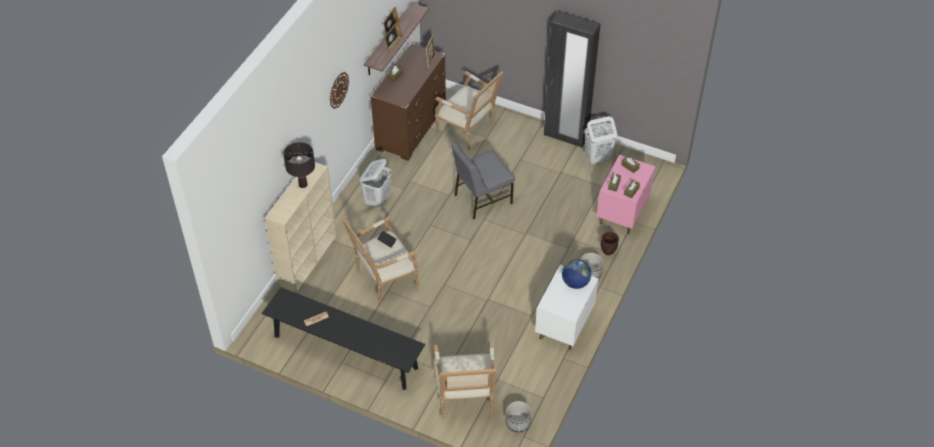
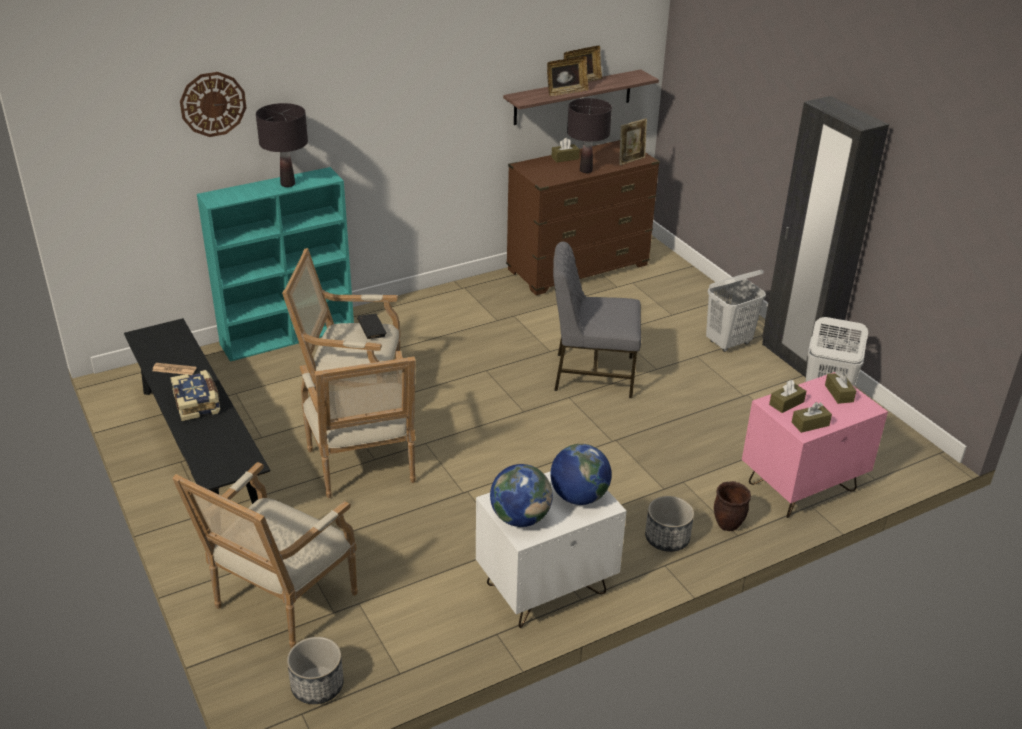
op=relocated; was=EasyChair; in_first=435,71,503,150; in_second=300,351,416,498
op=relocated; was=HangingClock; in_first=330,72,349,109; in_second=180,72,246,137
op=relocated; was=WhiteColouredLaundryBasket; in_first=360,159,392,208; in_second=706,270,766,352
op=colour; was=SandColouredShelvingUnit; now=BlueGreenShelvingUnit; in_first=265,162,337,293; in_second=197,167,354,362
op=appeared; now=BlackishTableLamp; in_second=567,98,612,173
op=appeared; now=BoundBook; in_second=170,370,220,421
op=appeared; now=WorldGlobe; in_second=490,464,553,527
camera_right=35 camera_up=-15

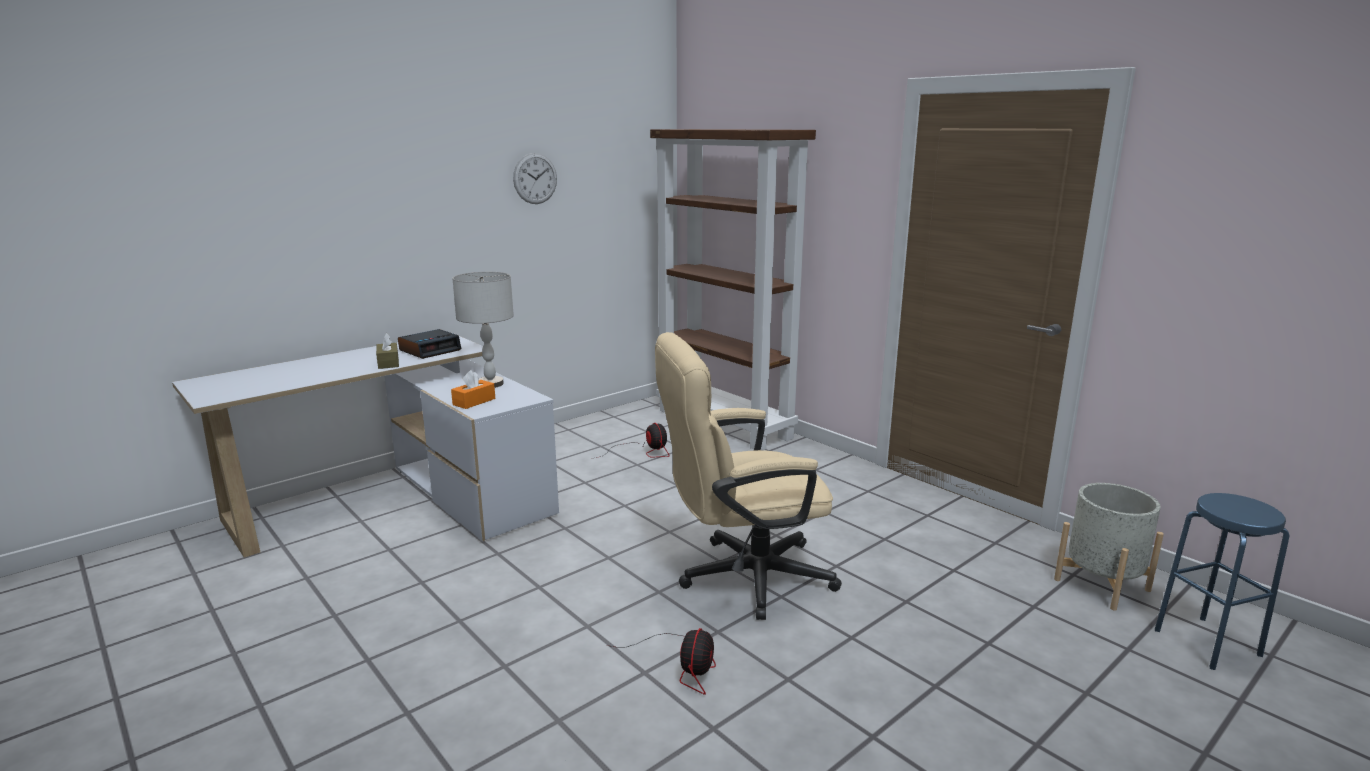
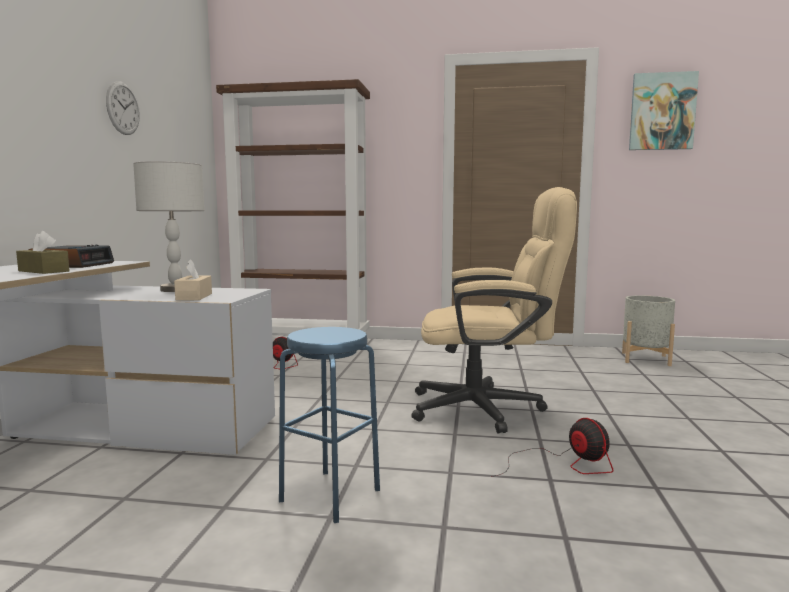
op=spun; was=SandColouredDeskChair; in_first=655,332,842,620; in_second=411,187,577,434; clockwise=-120
op=colour; was=OrangeColouredTissueBox; now=SandColouredTissueBox; in_first=451,370,495,409; in_second=174,259,212,301
op=relocated; was=BluishSittingStool; in_first=1155,493,1289,670; in_second=279,327,380,523
op=appeared; now=Picture; in_second=629,71,699,150
camera_right=-40 camera_up=-10

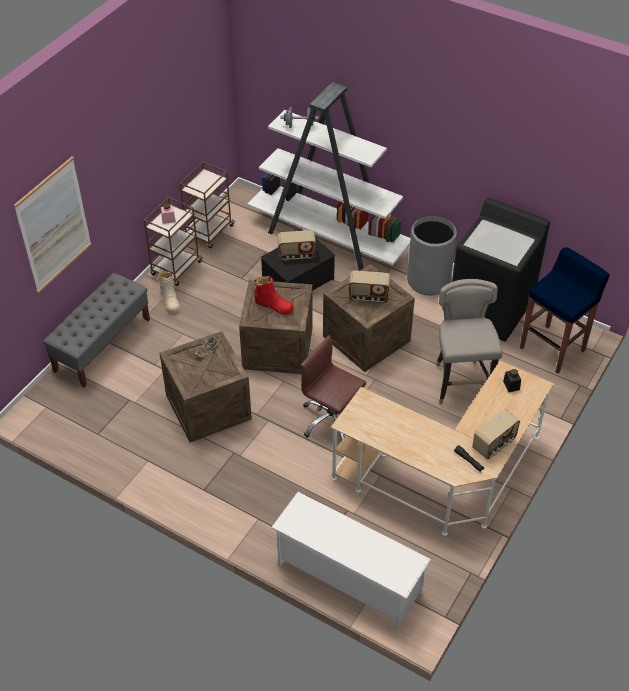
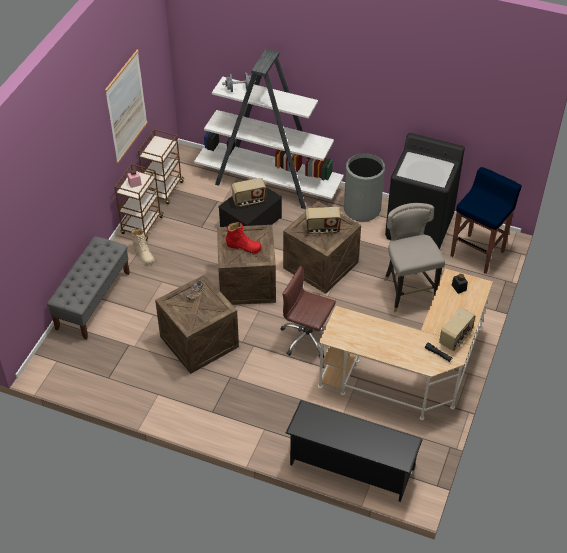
op=relocated; was=Picture; in_first=14,156,92,293; in_second=105,50,148,164
op=colour; was=WhiteColouredShoeStand; now=BlackishShoeStand; in_first=271,492,431,629; in_second=286,400,423,502
camera_right=-10 camera_up=0

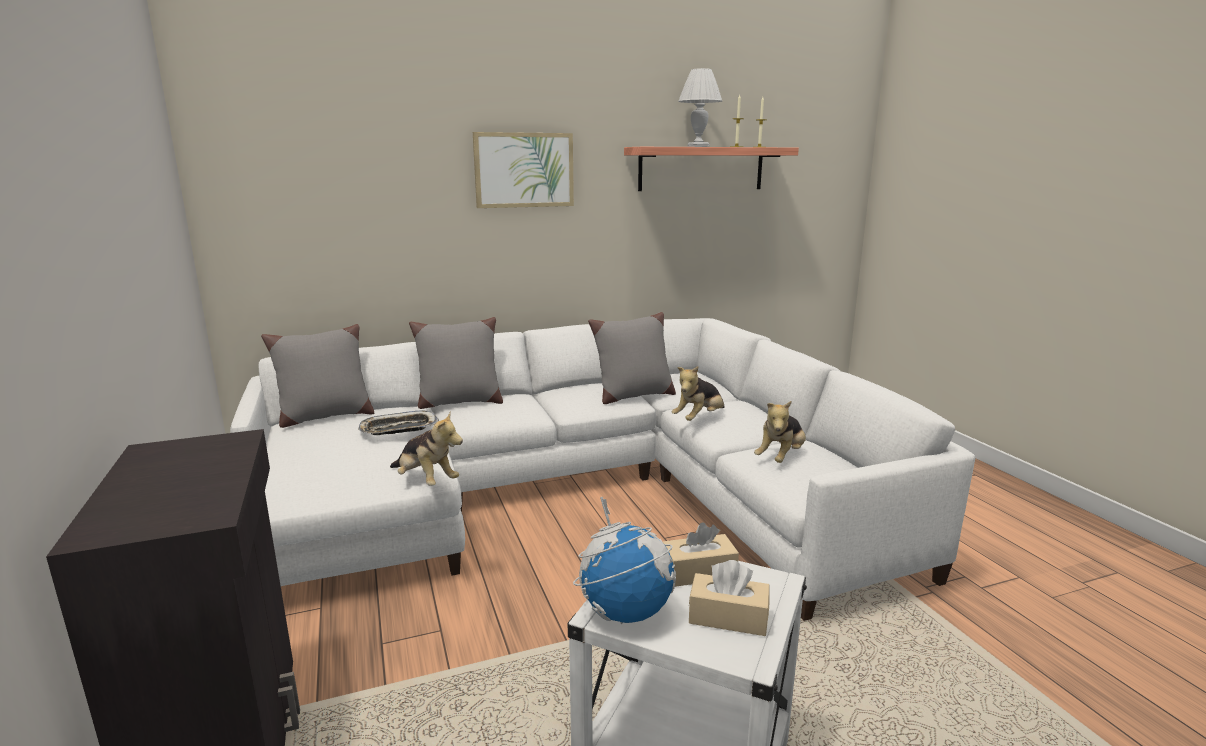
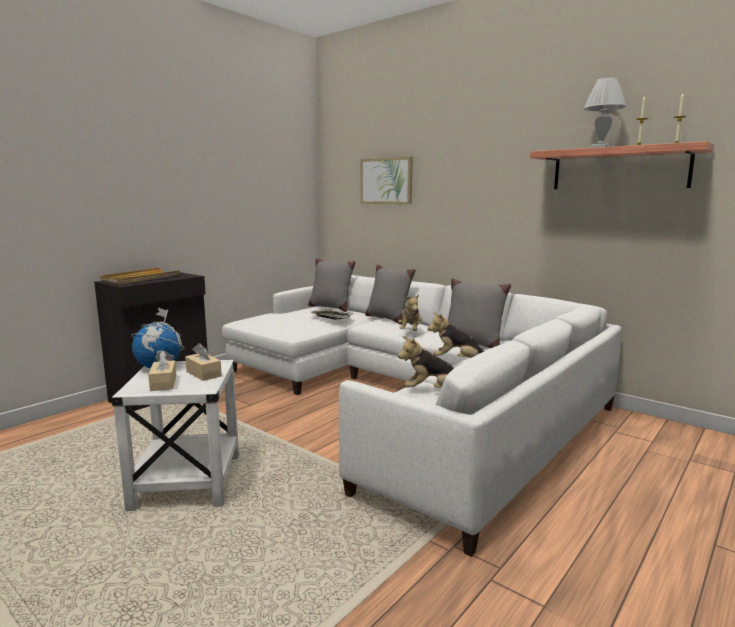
op=relocated; was=Picture; in_first=473,132,574,208; in_second=361,156,413,204
op=relocated; was=PlushToy; in_first=390,411,463,486; in_second=398,294,422,331
op=appeared; now=SandColouredTray; in_second=100,268,180,284
camera_right=60 camera_up=-5

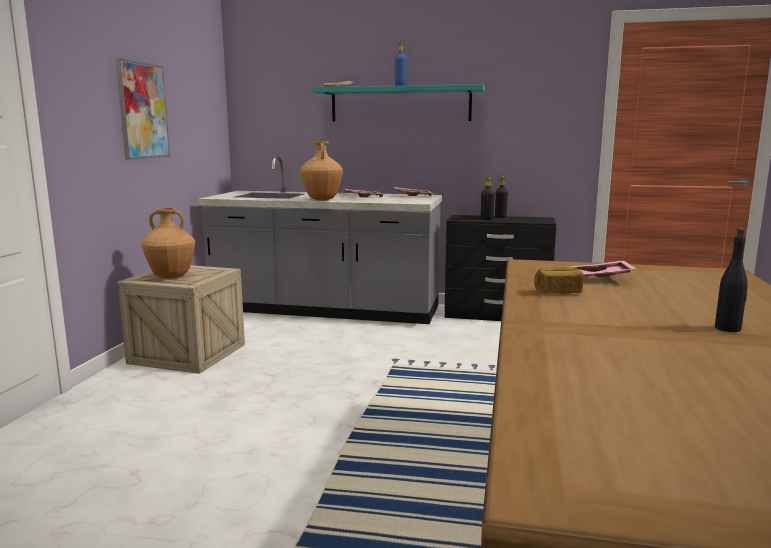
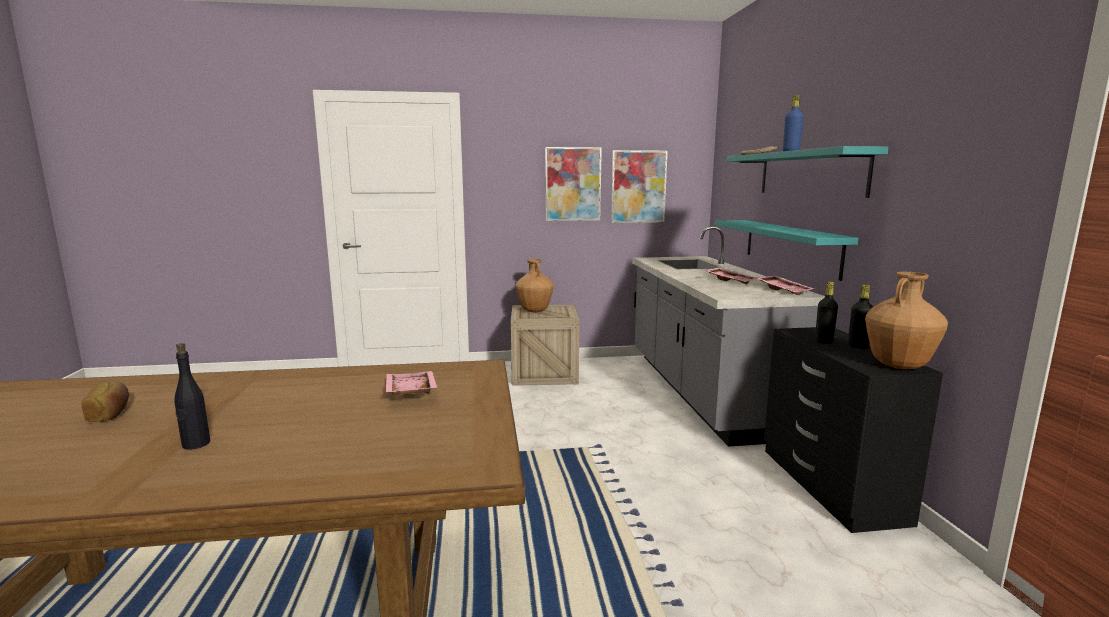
op=relocated; was=BrownishDecorativeVase; in_first=300,141,343,200; in_second=865,272,948,369
op=relocated; was=Bread; in_first=534,267,584,294; in_second=81,381,129,422
op=appeared; now=Picture; in_second=611,150,668,223
op=appeared; now=BlueGreenWallShelf; in_second=715,220,858,281
camera_right=70 camera_up=0

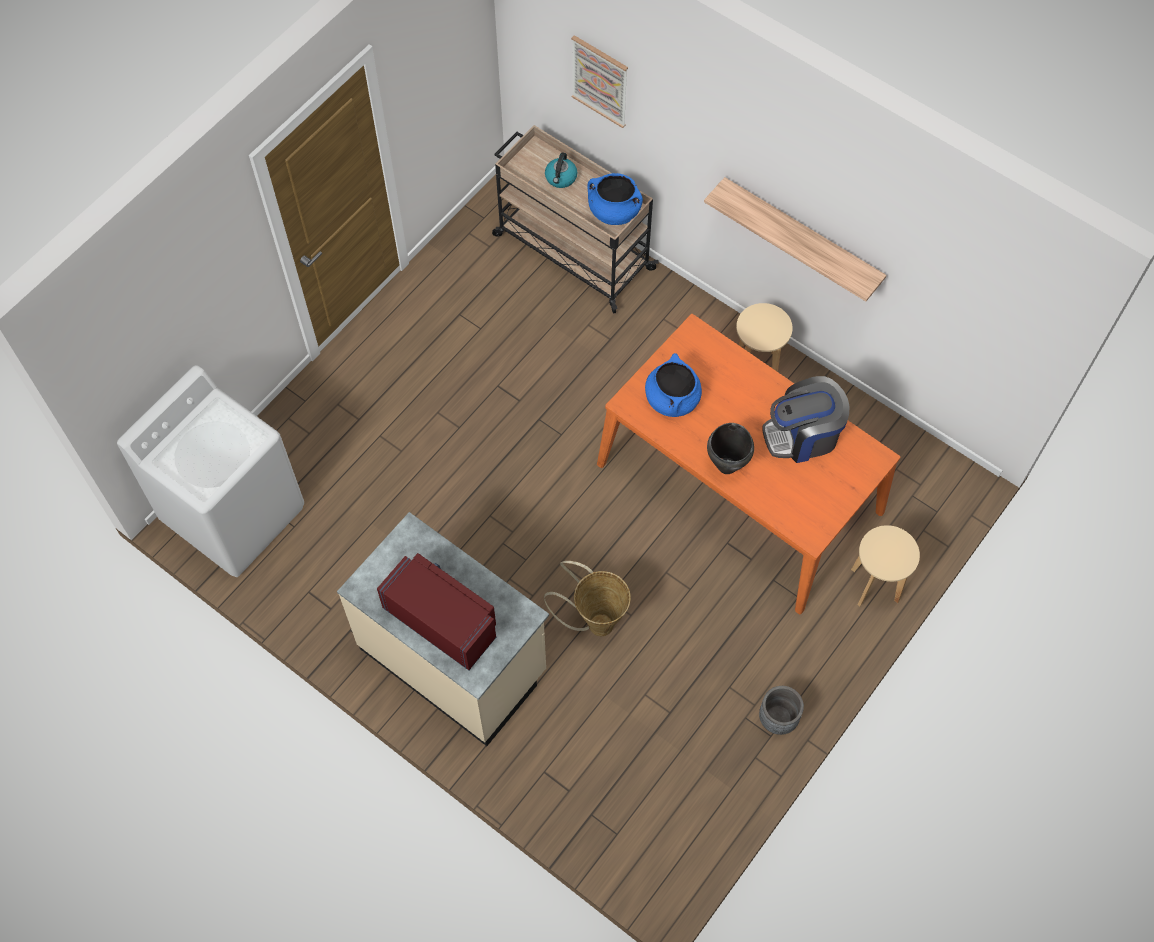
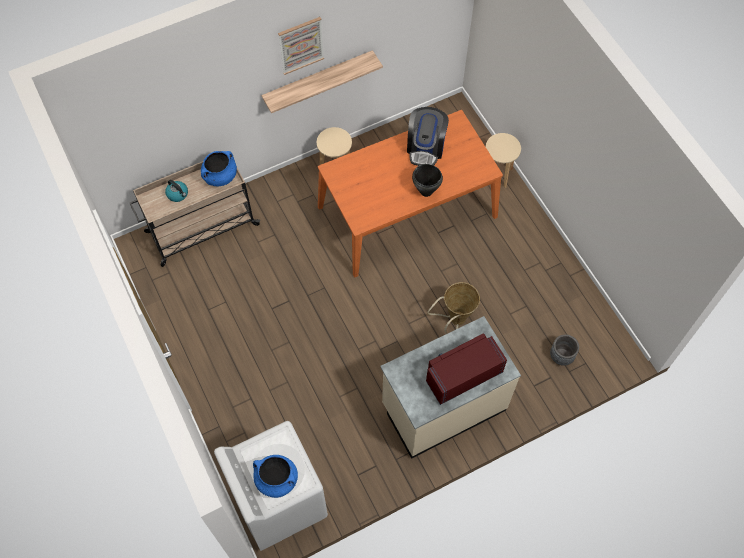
op=relocated; was=Picture; in_first=571,35,628,128; in_second=278,17,324,75
op=relocated; was=BluishCookingPot; in_first=645,353,702,417; in_second=253,455,298,498
op=relocated; was=GrayPlantPot; in_first=759,686,804,735; in_second=550,334,579,366
camera_right=-65 camera_up=0

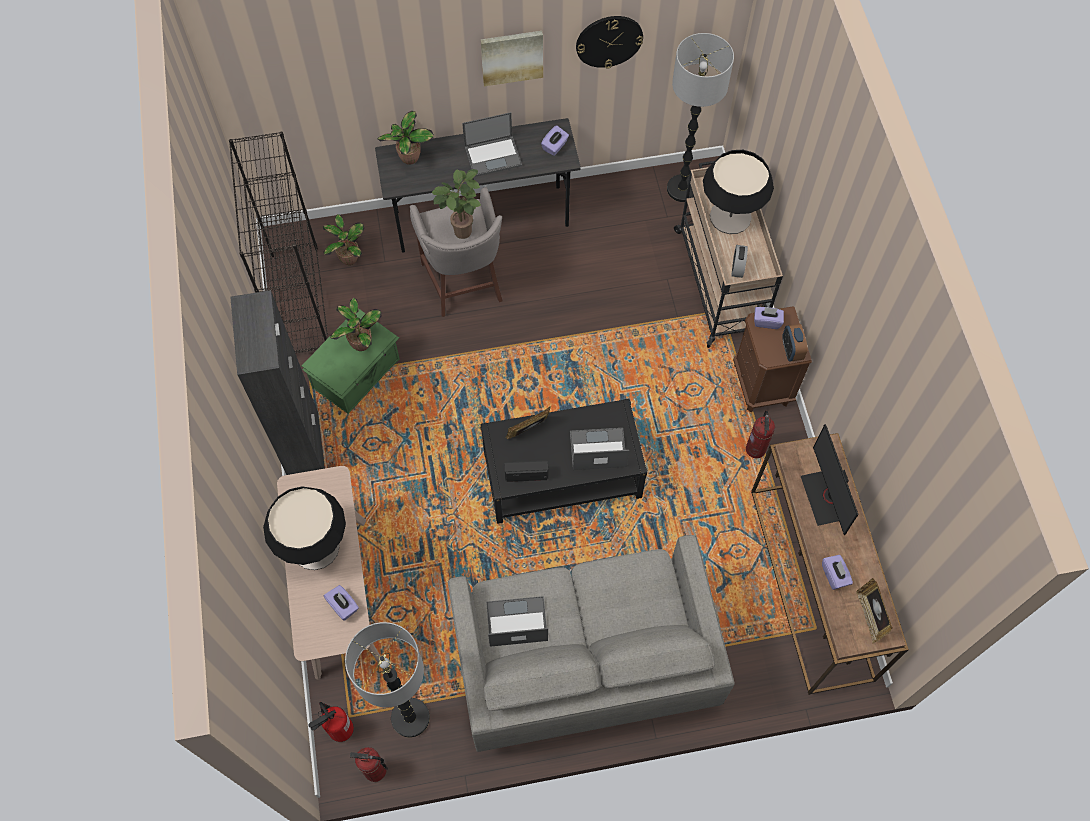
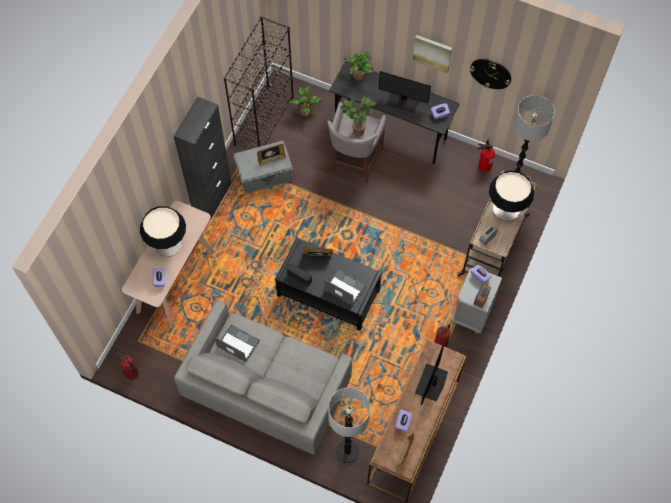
op=exchanged; was=NotebookComputer; now=ComputerDisplay; in_first=462,112,522,177; in_second=379,71,431,113
op=exchanged; was=PlantInAPot; now=StandingFrame; in_first=330,298,382,351; in_second=257,144,286,166
op=colour; was=BrownishNightTable; now=GrayNightTable; in_first=733,306,812,412; in_second=452,267,502,334
op=colour; was=GreenStorageContainer; now=GrayStorageContainer; in_first=302,309,399,414; in_second=234,141,293,194
op=relocated; was=StandingLamp; in_first=345,622,430,738; in_second=328,387,370,463
op=relocated; was=Extinguisher; in_first=308,702,354,742; in_second=477,140,495,172
camera_right=35 camera_up=0

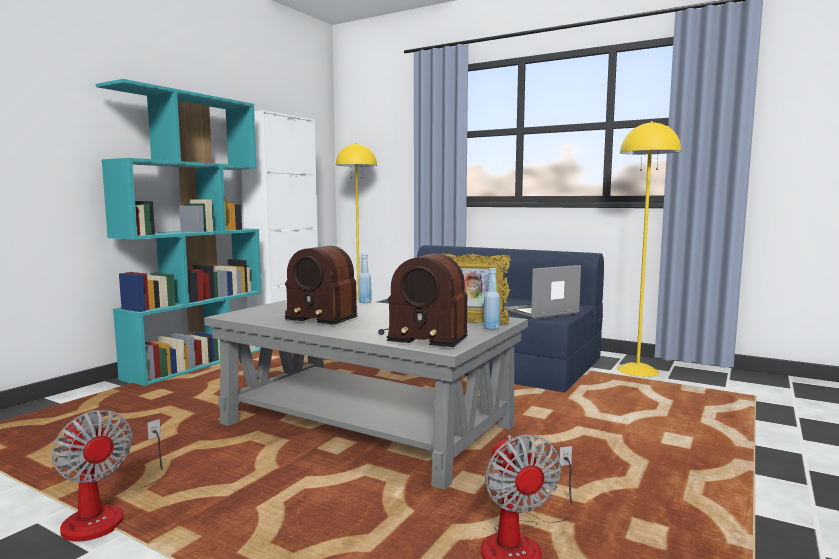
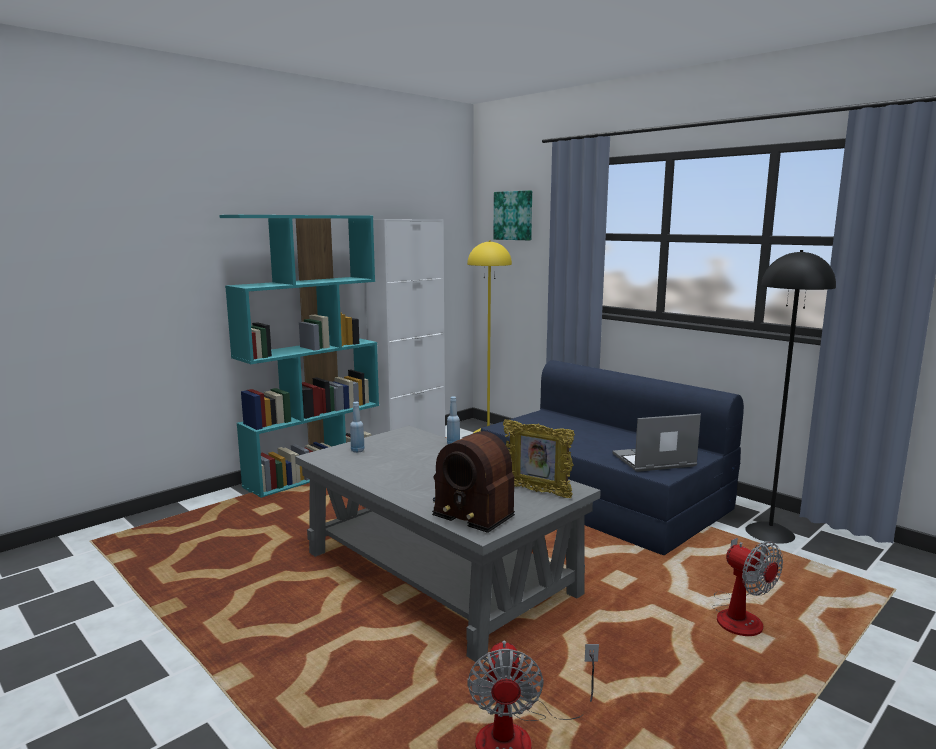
op=colour; was=YellowColouredStandingLamp; now=BlackishStandingLamp; in_first=617,121,681,377; in_second=745,250,836,544
op=missing; was=RadioReceiver; in_first=285,246,358,325
op=relocated; was=BluishBeverageBottle; in_first=483,268,500,330; in_second=350,402,364,453
op=relocated; was=ElectricFan; in_first=52,410,163,542; in_second=712,538,783,636
op=appeared; now=Picture; in_second=493,190,532,240
camera_right=15 camera_up=5

